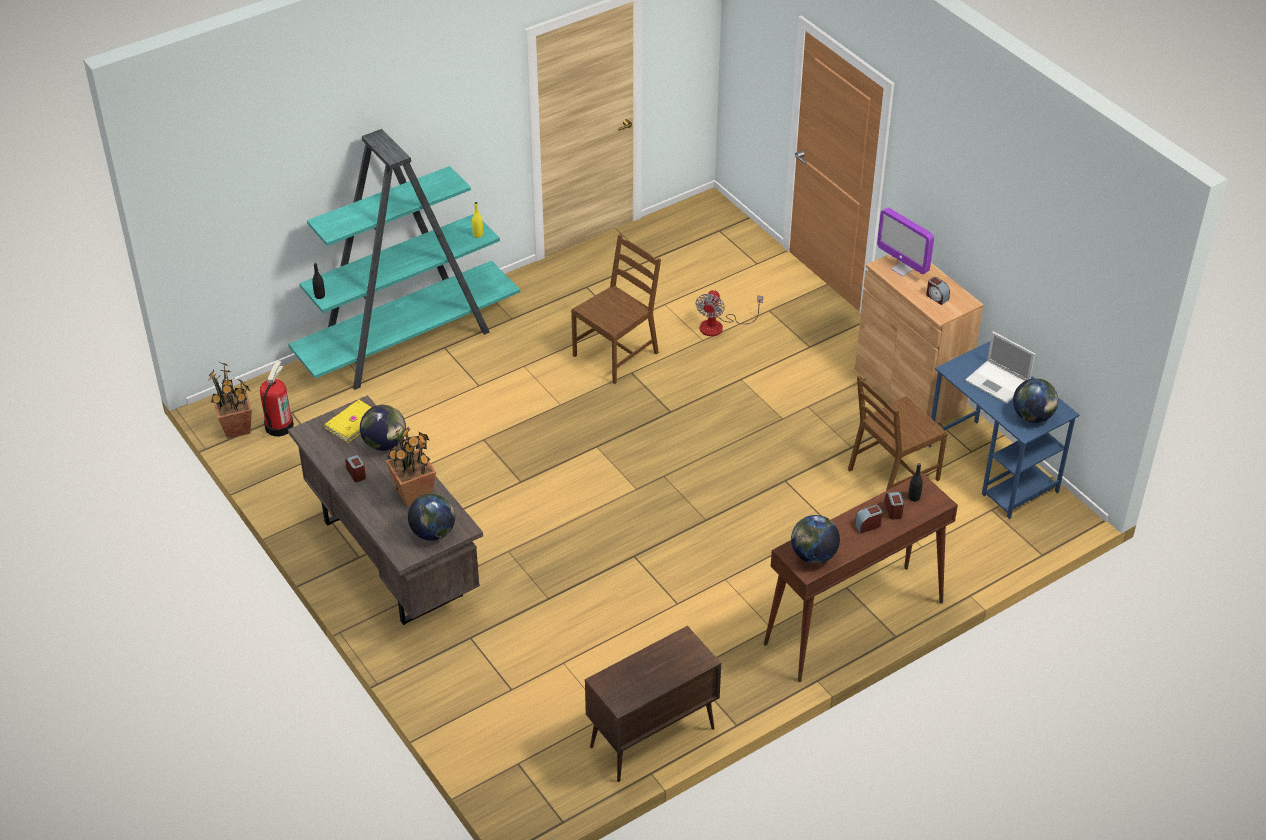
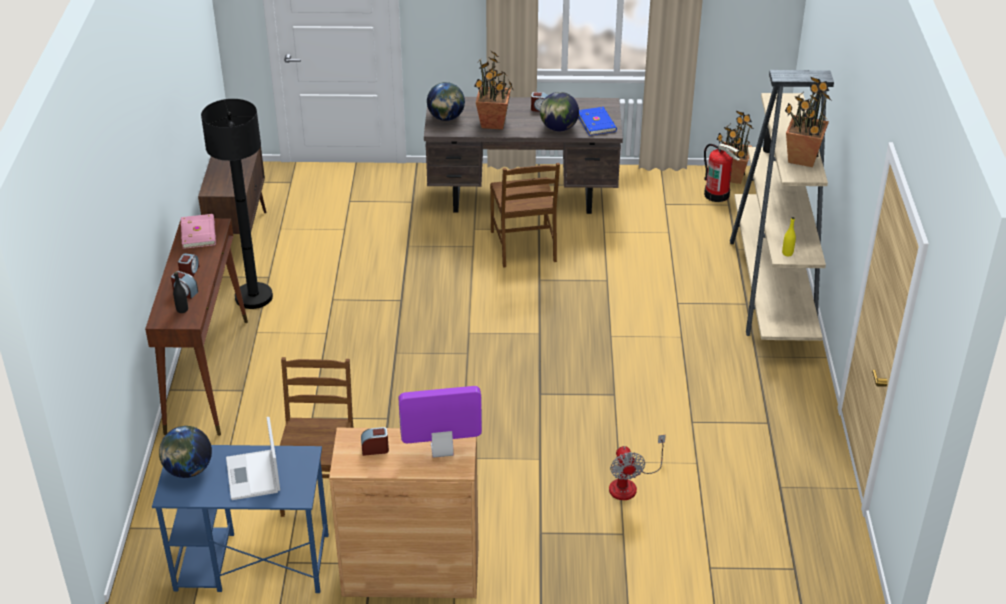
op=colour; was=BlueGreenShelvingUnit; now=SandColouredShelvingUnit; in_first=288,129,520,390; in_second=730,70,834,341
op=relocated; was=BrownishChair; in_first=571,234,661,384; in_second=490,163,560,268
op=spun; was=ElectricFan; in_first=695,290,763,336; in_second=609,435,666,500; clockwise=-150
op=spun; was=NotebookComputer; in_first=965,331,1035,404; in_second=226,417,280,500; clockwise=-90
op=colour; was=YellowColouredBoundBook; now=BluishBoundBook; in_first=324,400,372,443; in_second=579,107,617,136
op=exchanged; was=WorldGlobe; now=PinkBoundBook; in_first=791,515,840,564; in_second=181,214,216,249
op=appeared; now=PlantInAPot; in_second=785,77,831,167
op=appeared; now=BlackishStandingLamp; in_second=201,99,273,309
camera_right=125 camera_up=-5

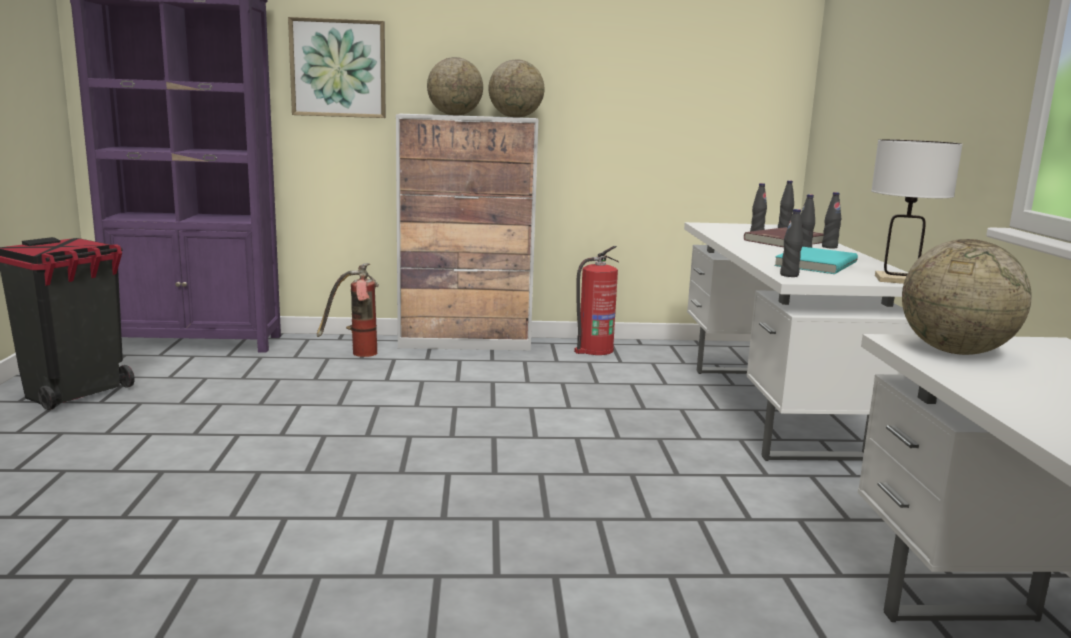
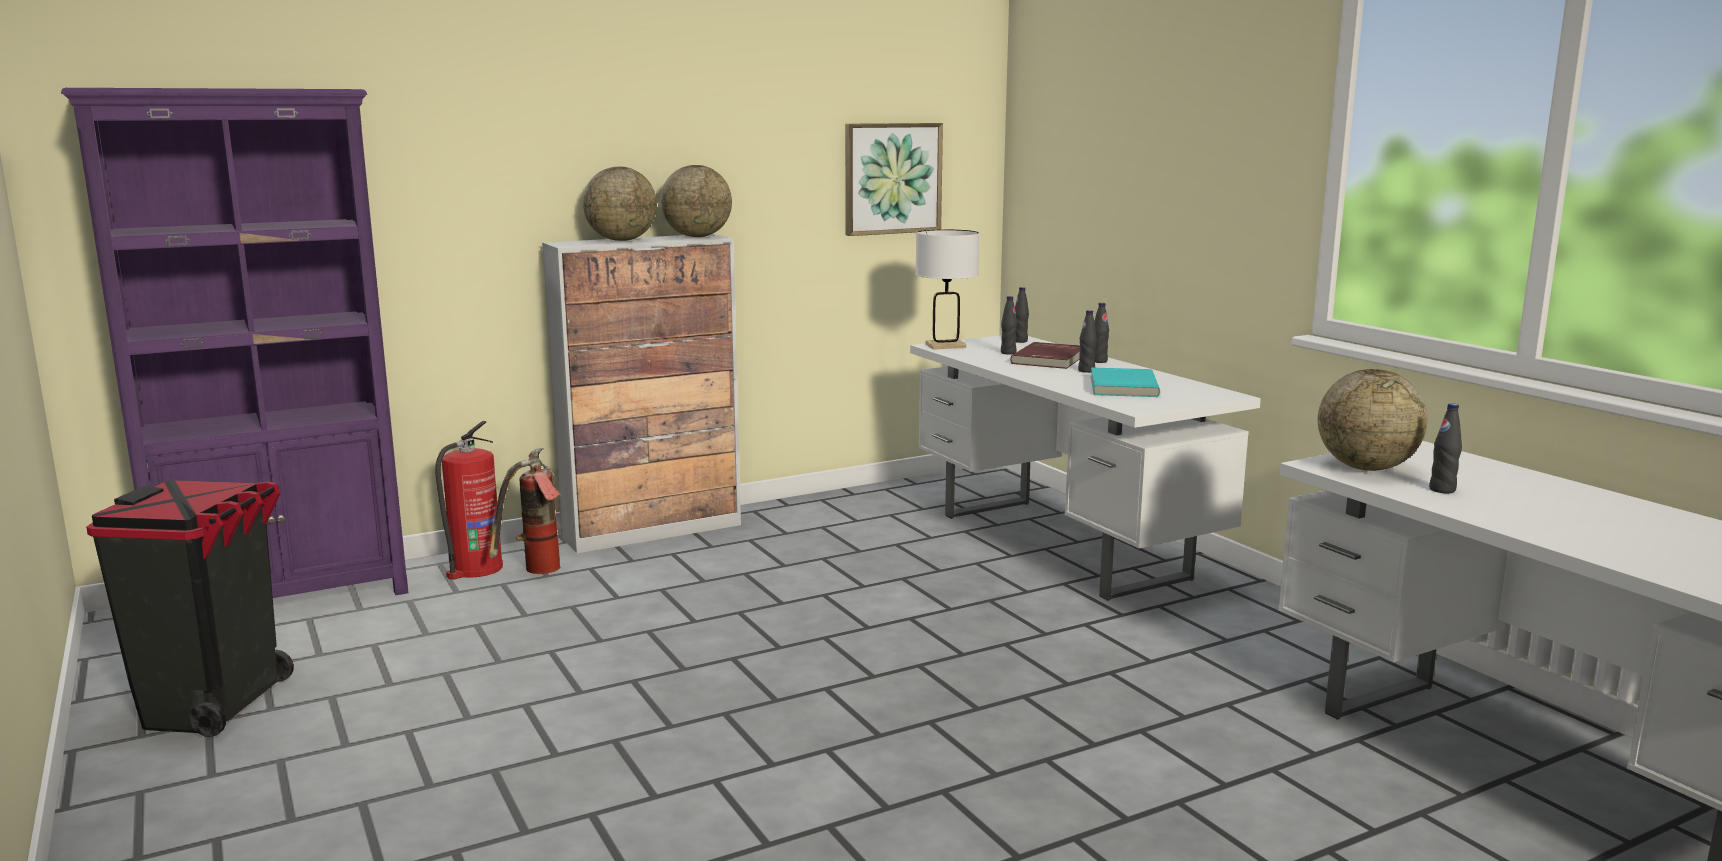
op=relocated; was=Picture; in_first=288,17,386,118; in_second=845,123,943,236
op=relocated; was=WhiteColouredTableLamp; in_first=871,139,963,284; in_second=915,229,979,349
op=relocated; was=BlackishBeverageBottle; in_first=780,209,803,277; in_second=1429,403,1462,493
op=relocated; was=Extinguisher; in_first=574,246,619,355; in_second=435,421,503,580
camera_right=-25 camera_up=0

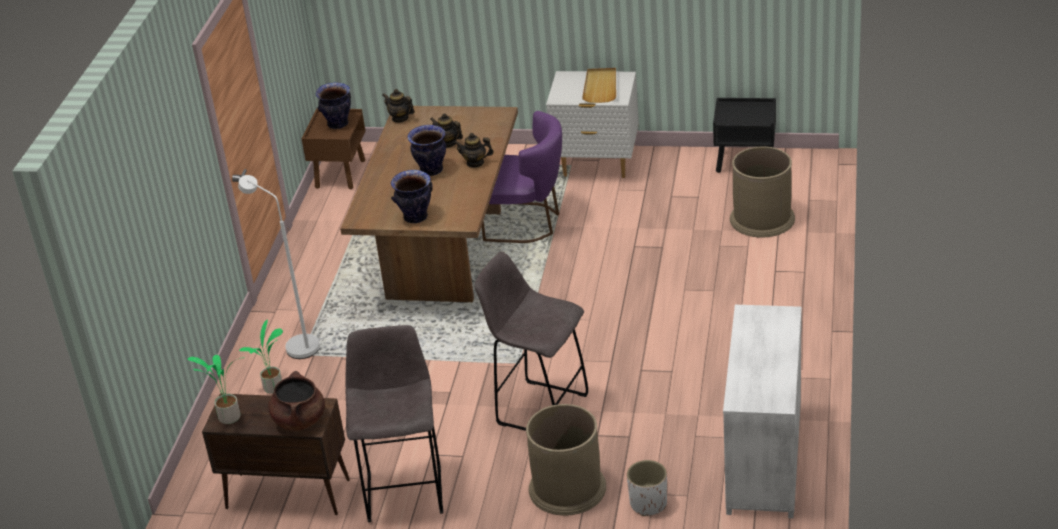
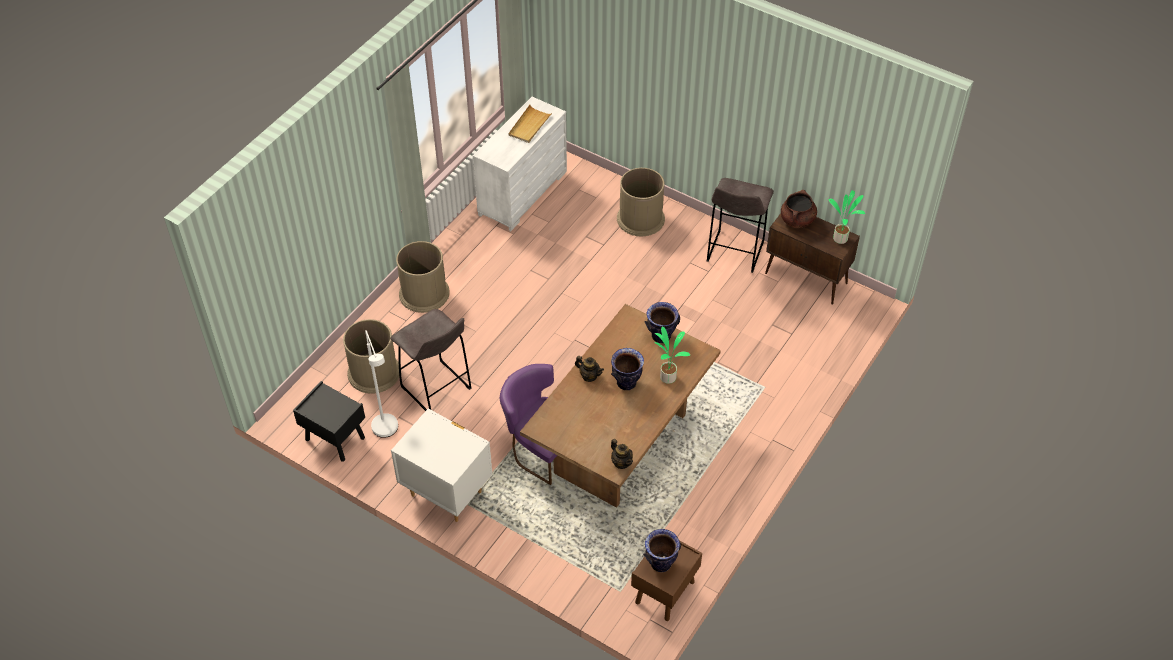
op=relocated; was=SandColouredTray; in_first=582,68,616,103; in_second=508,105,552,143
op=missing; was=PotForTea; in_first=430,113,463,148
op=relocated; was=WhiteColouredStandingLamp; in_first=238,175,320,359; in_second=365,330,398,438
op=relocated; was=GraySittingStool; in_first=474,252,589,431; in_second=390,309,471,411
op=relocated; was=PlantInAPot; in_first=239,319,283,394; in_second=654,327,690,384
op=missing; was=WhiteColouredPlantPot; in_first=627,460,667,516
op=appeared; now=BrownishTrashCan; in_second=396,241,450,313
camera_right=-160 camera_up=15

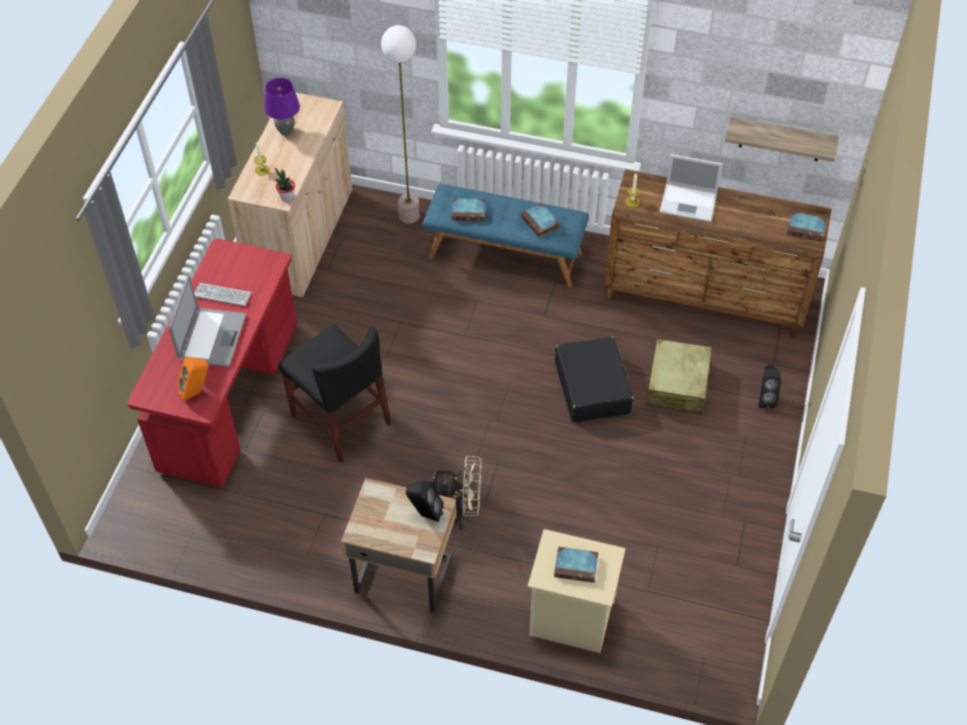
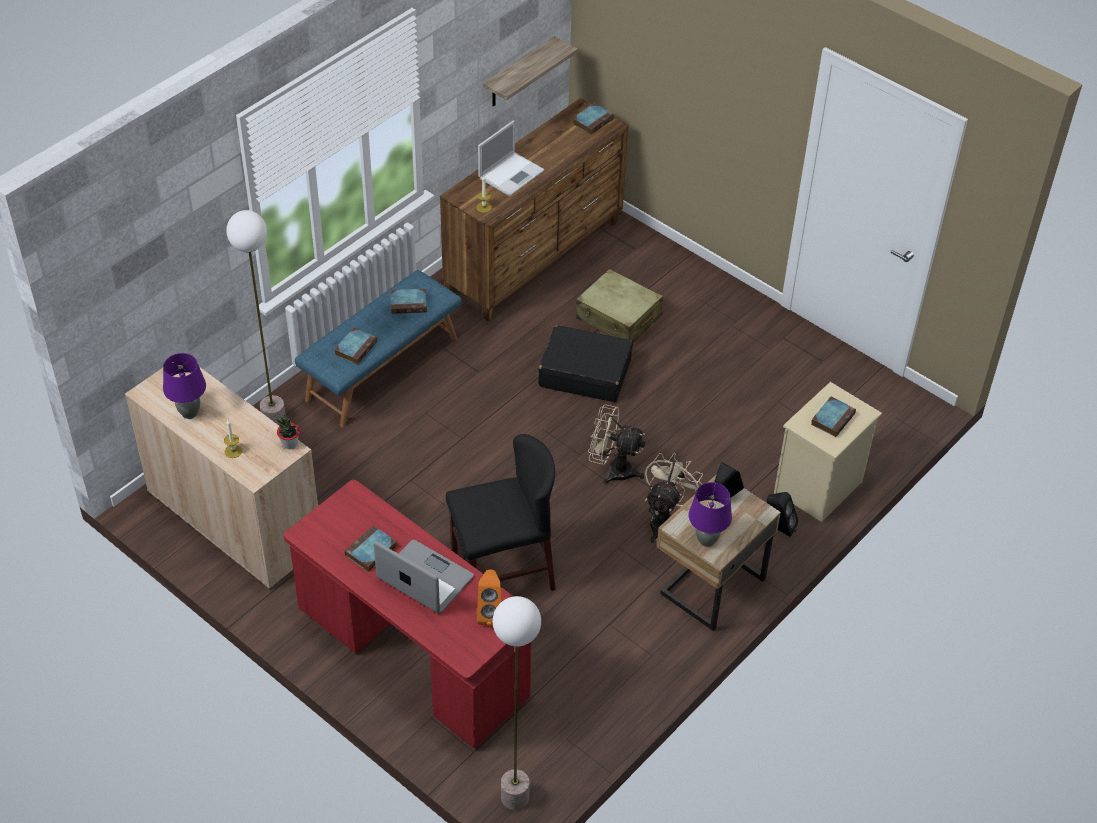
op=exchanged; was=ComputerKeyboard; now=BoundBook; in_first=194,283,252,306; in_second=345,525,397,572
op=relocated; was=BlackishAudioSpeaker; in_first=759,364,781,409; in_second=766,492,798,537
op=appeared; now=SandColouredElectricFan; in_second=588,404,645,485
op=appeared; now=PurpleColouredTableLamp; in_second=688,482,732,547
op=appeared; now=StandingLamp; in_second=493,596,541,810
camera_right=-65 camera_up=-5

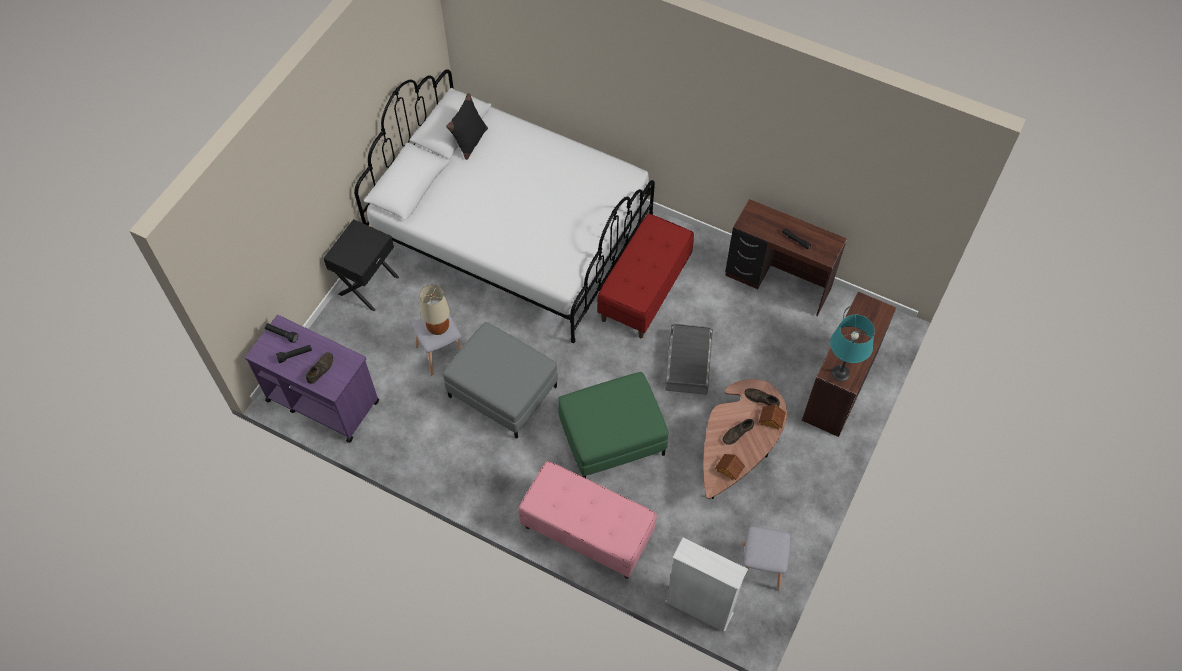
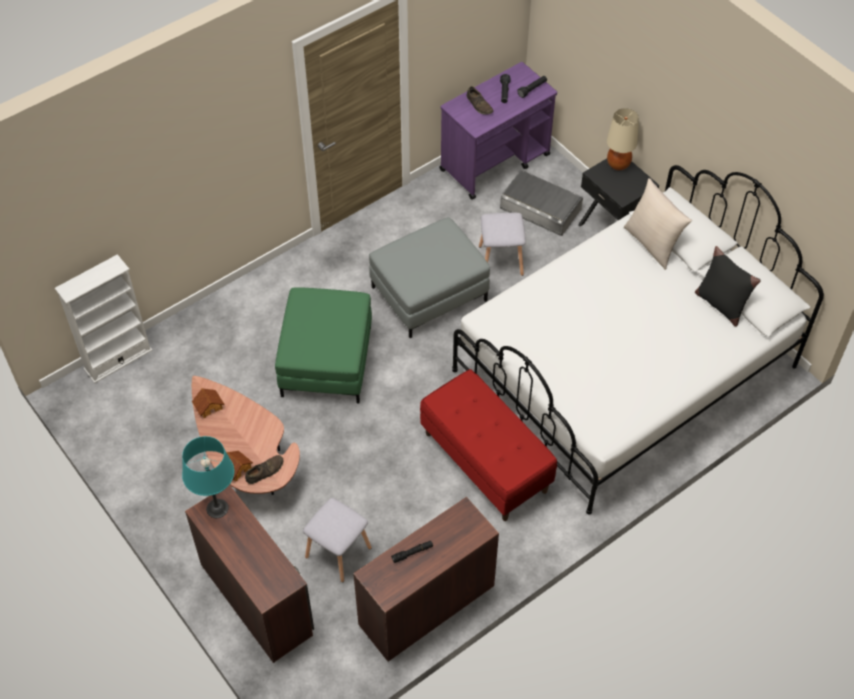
op=relocated; was=SandColouredTableLamp; in_first=419,285,450,335; in_second=607,108,639,170
op=relocated; was=GrayStorageContainer; in_first=665,324,713,395; in_second=500,170,583,236
op=missing; was=BrownishItemOfFootwear; in_first=723,419,754,445
op=missing; was=PinkIndoorBench; in_first=518,461,657,579
op=relocated; was=GraySittingStool; in_first=742,526,791,591; in_second=303,498,372,582
op=appeared; now=SandColouredThrowPillow; in_second=624,178,692,270
camera_right=115 camera_up=-5

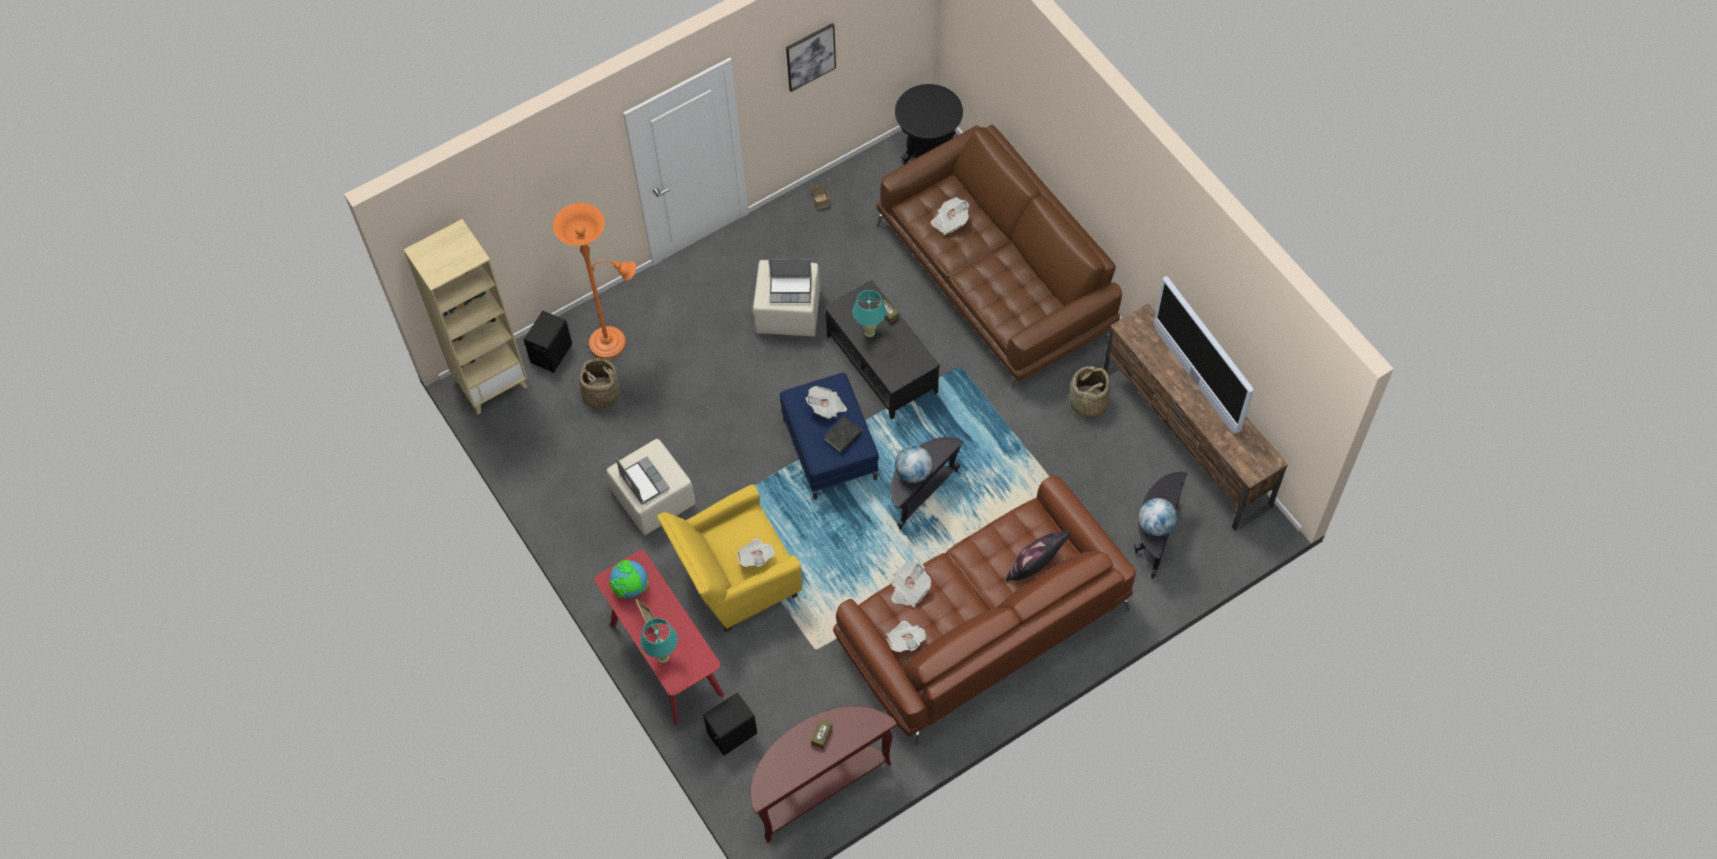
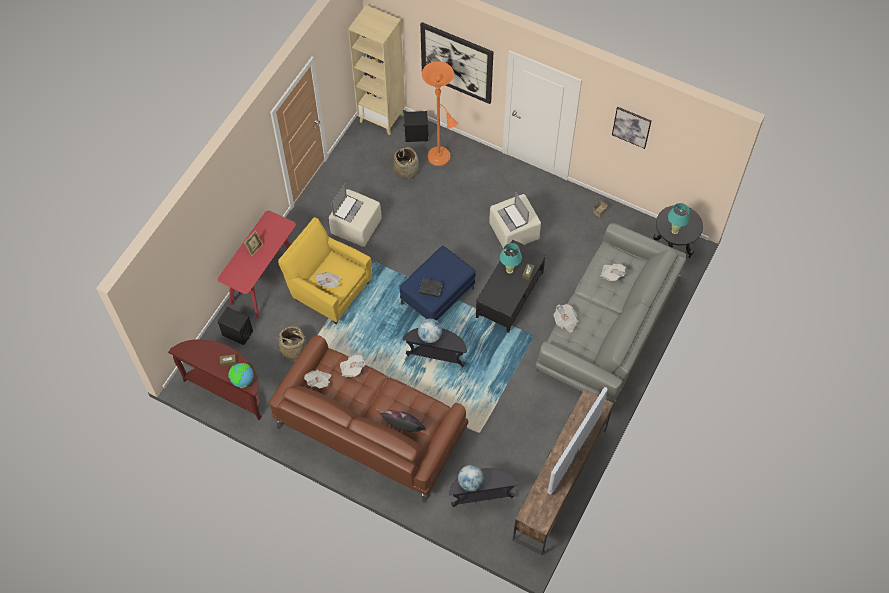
op=colour; was=BrownishSofa; now=GraySofa; in_first=877,125,1122,389; in_second=535,223,686,409
op=relocated; was=Basket; in_first=1069,366,1110,420; in_second=277,326,306,360
op=relocated; was=PrintedPaper; in_first=806,386,847,419; in_second=554,304,579,333
op=relocated; was=WorldGlobe; in_first=610,560,648,598; in_second=228,363,254,388
op=relocated; was=BlueGreenTableLamp; in_first=640,618,678,663; in_second=668,203,690,234
op=appeared; now=Picture; in_second=420,22,493,104
camera_right=60 camera_up=0

